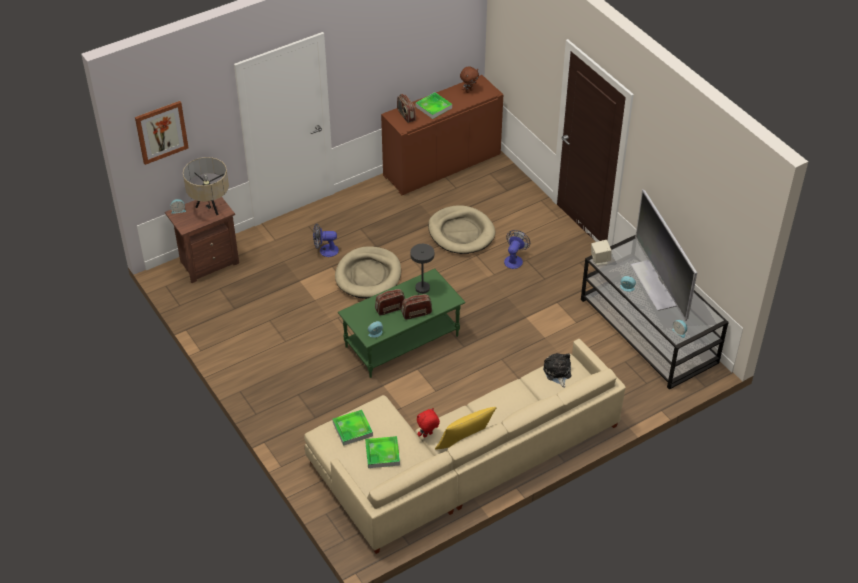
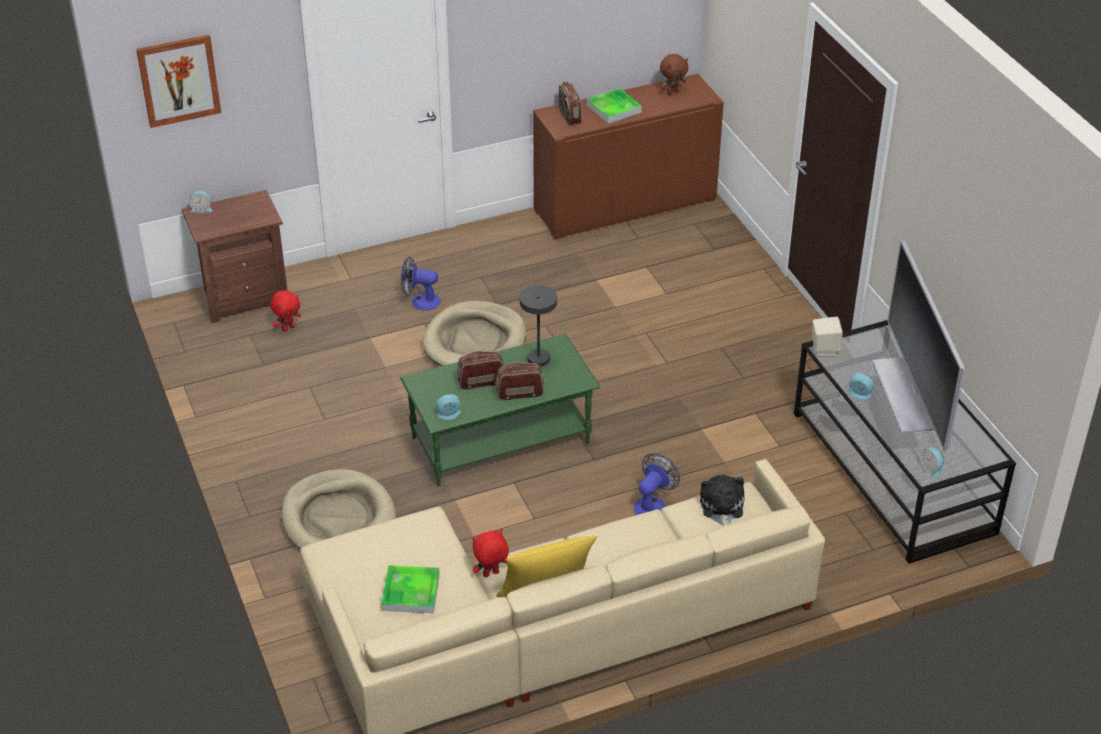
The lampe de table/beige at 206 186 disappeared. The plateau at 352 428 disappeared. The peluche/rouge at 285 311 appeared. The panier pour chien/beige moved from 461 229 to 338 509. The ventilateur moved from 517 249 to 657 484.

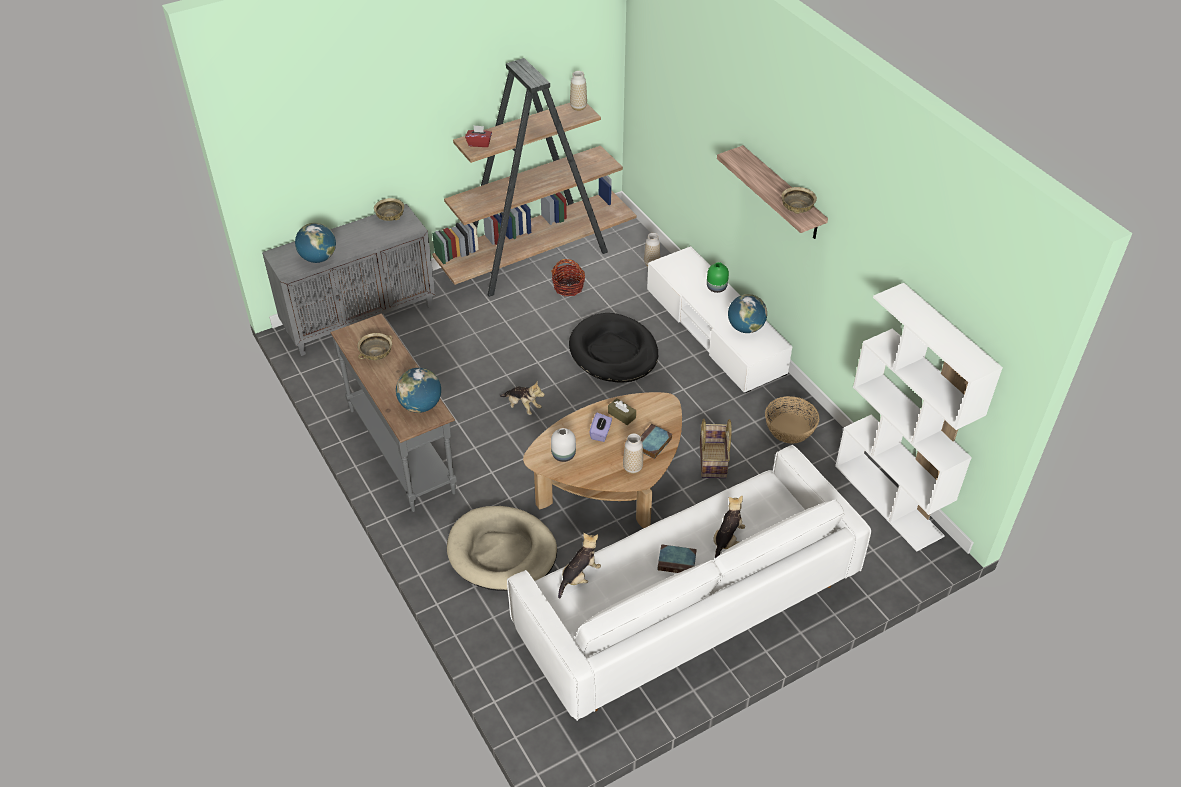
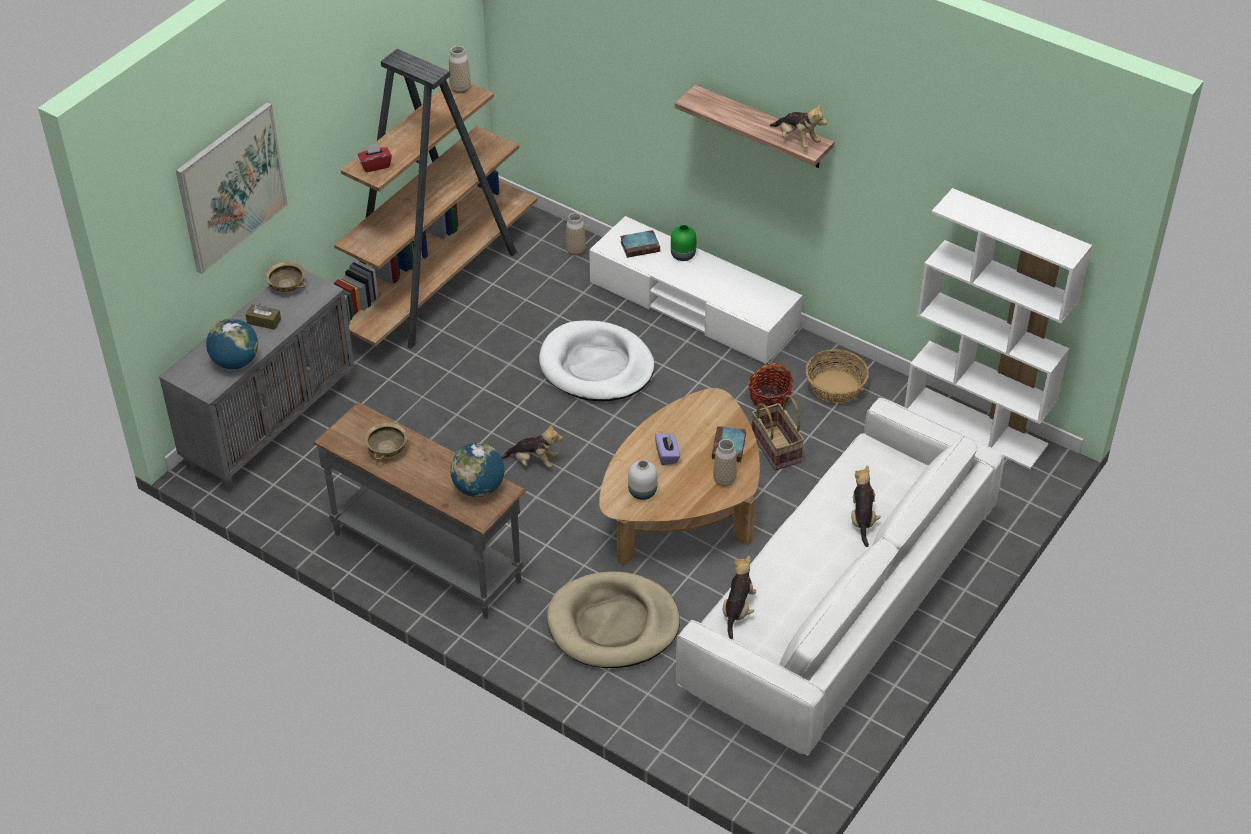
The globe at 747 313 disappeared. The tableau at 232 188 appeared. The panier moved from 568 277 to 770 386. The boîte à mouchoirs/marron moved from 622 411 to 263 316. The livre moved from 677 558 to 640 244. The bol/beige at 799 200 was replaced by the peluche at 798 126. The panier pour chien/noir at 613 347 became the panier pour chien/blanc at 596 361.

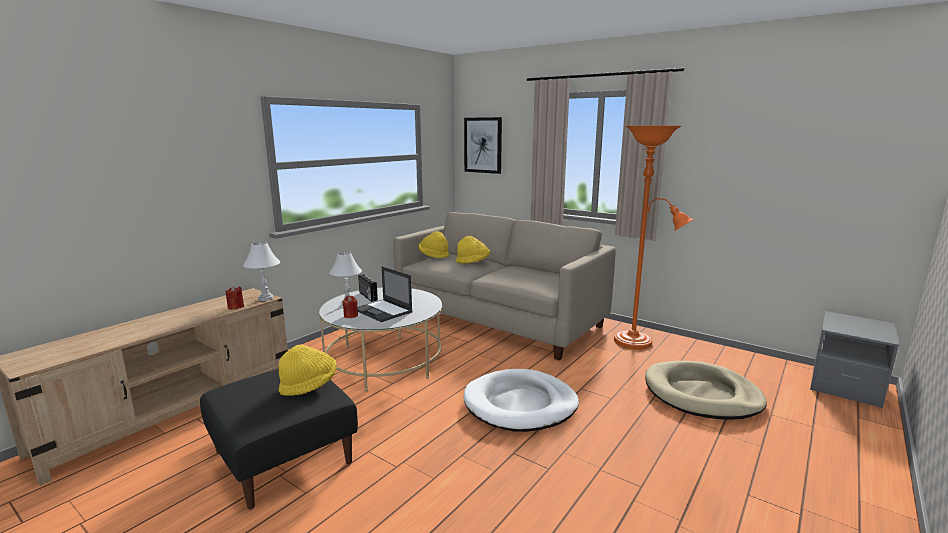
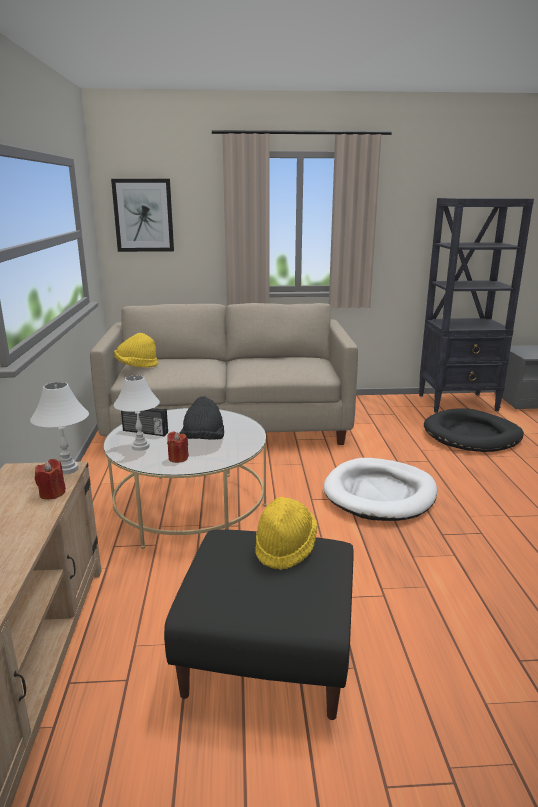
The chapeau/jaune at 473 250 disappeared. The lampadaire/orange at 654 238 disappeared. The bibliothèque/noir at 476 305 appeared. The ordinateur portable at 385 294 was replaced by the chapeau/noir at 201 418. The panier pour chien/beige at 706 390 became the panier pour chien/noir at 474 430.

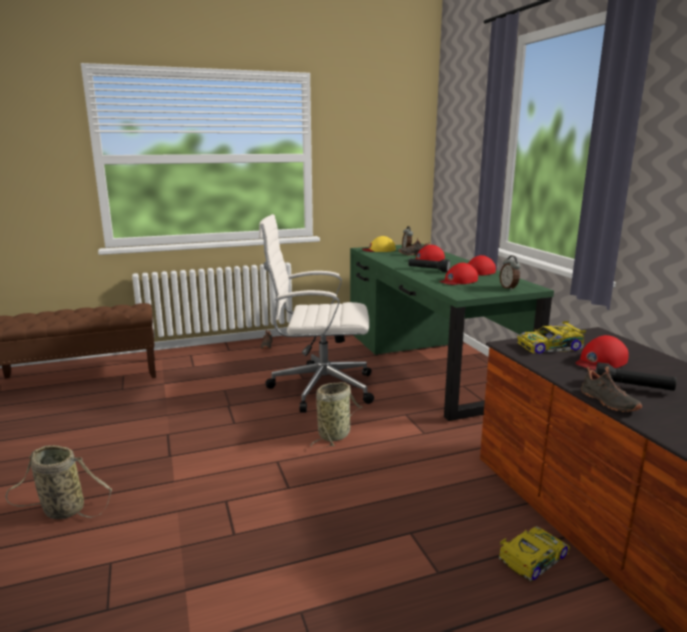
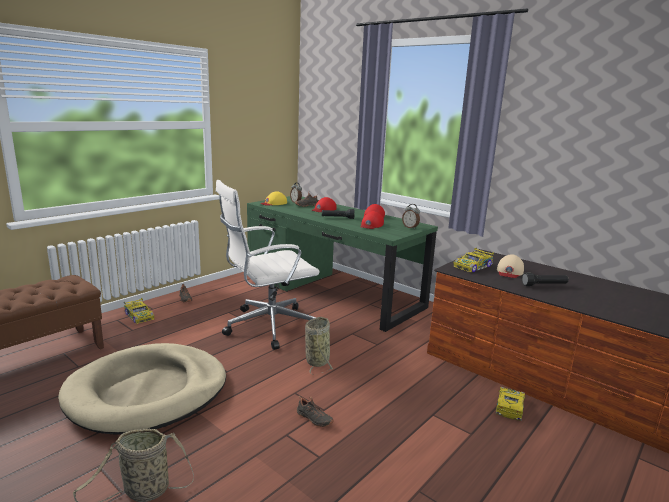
The panier pour chien/beige at 142 389 appeared. The petite voiture at 139 311 appeared. The chaussure/noir moved from 611 389 to 315 411. The casquette/rouge at 602 352 became the casquette/beige at 510 266.

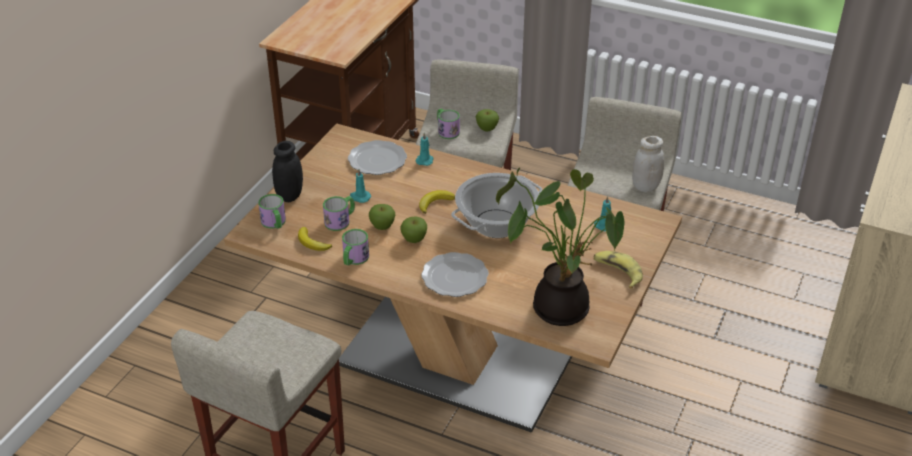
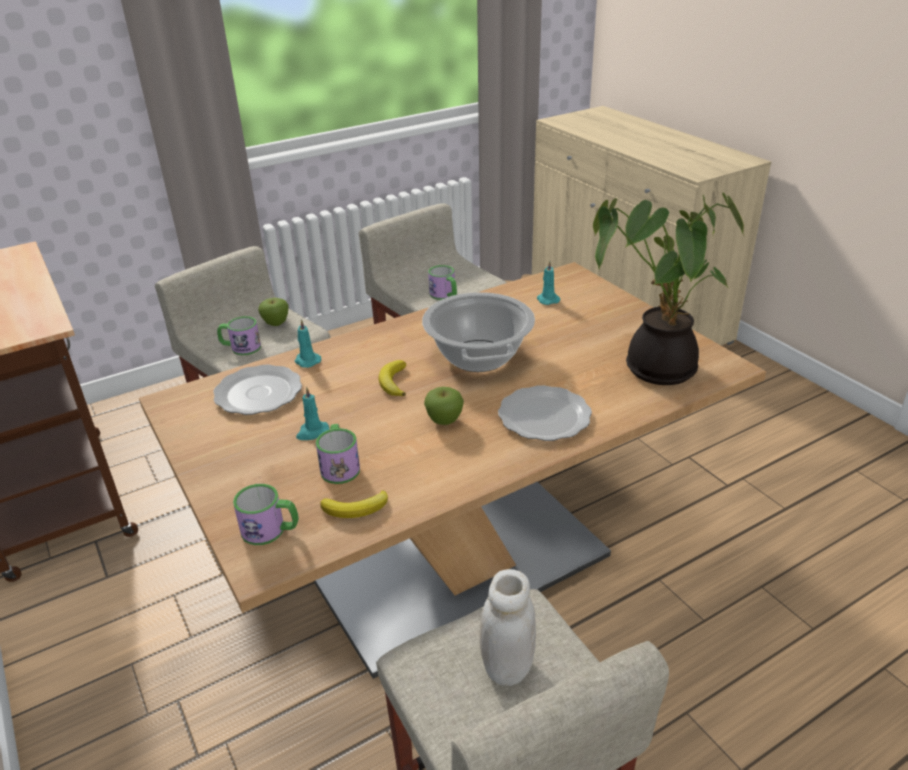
The bocal/noir at 287 171 disappeared. The pomme at 382 217 disappeared. The banane at 618 270 disappeared. The mug moved from 355 247 to 442 282. The bocal/blanc moved from 648 164 to 508 627.

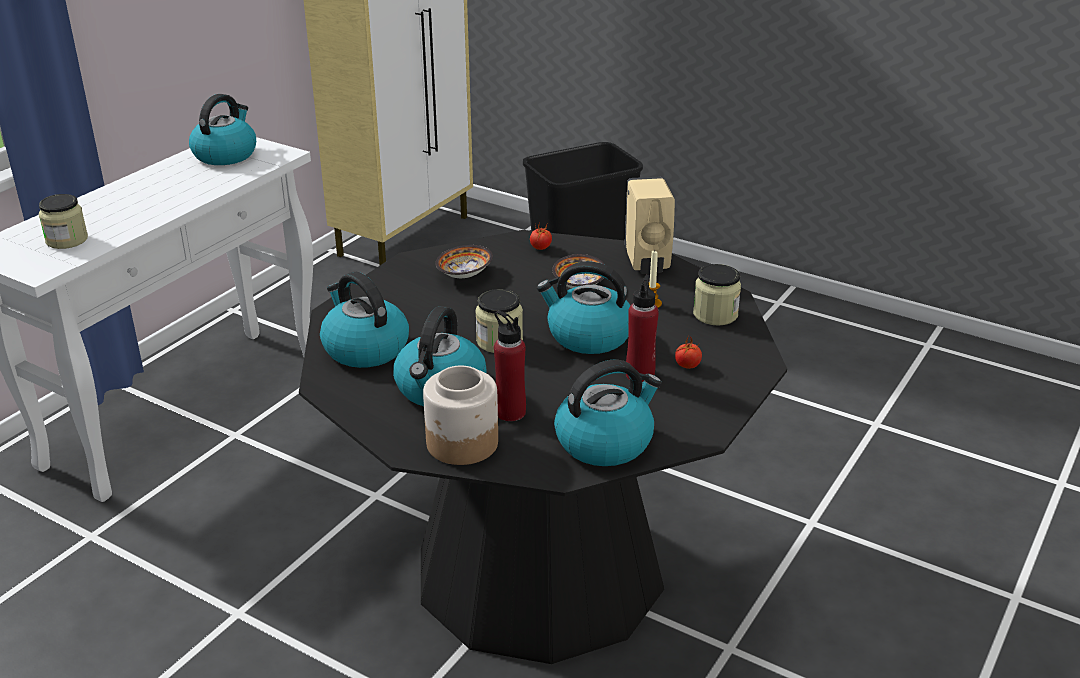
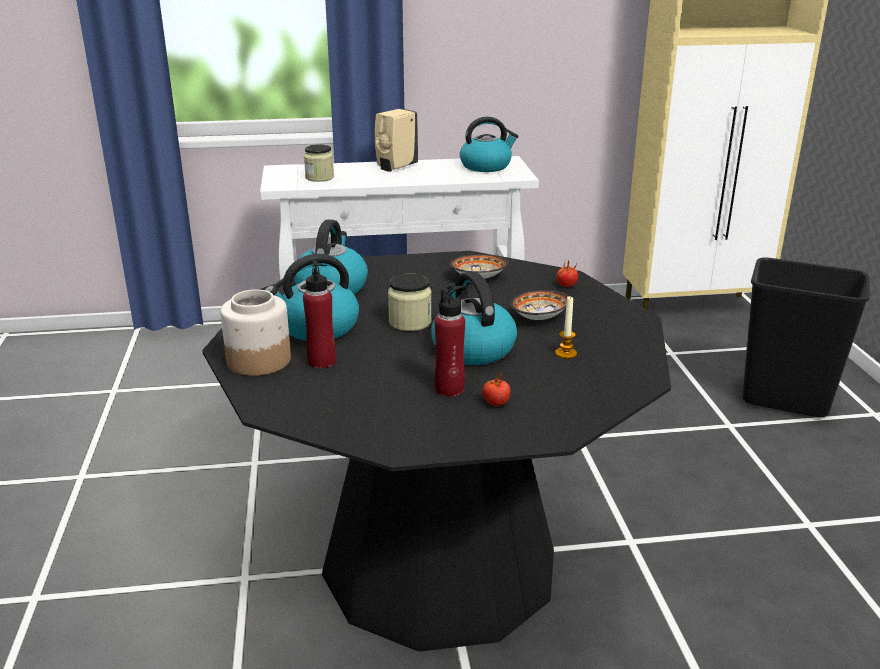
The bouilloire at 608 412 disappeared. The bocal at 717 295 disappeared. The distributeur de savon/beige moved from 650 225 to 396 140.

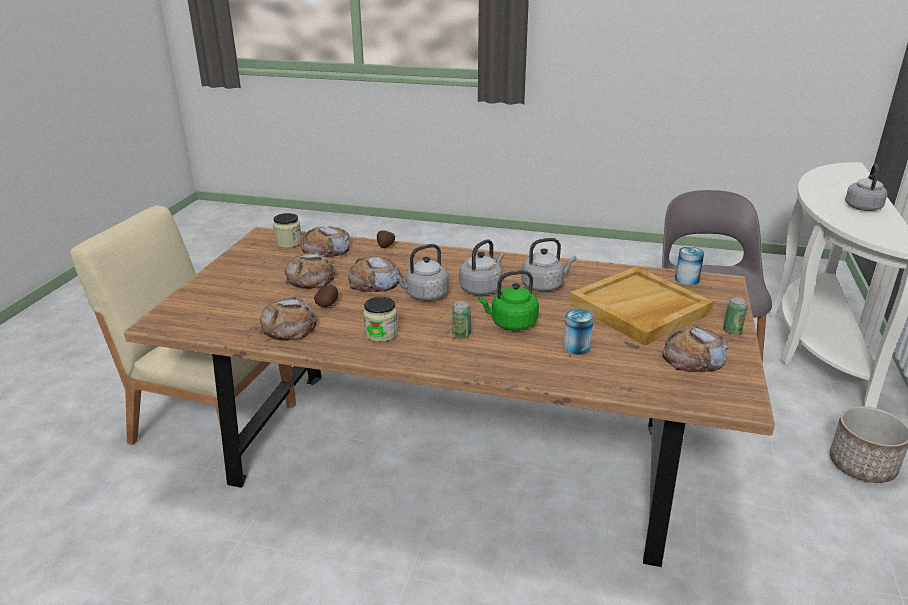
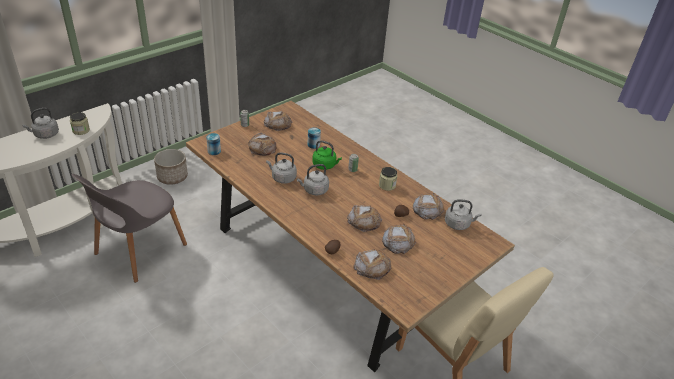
The bocal moved from 287 230 to 80 123. The bouilloire/gris moved from 421 272 to 463 214. The plateau/beige at 641 306 was replaced by the pain at 262 144.

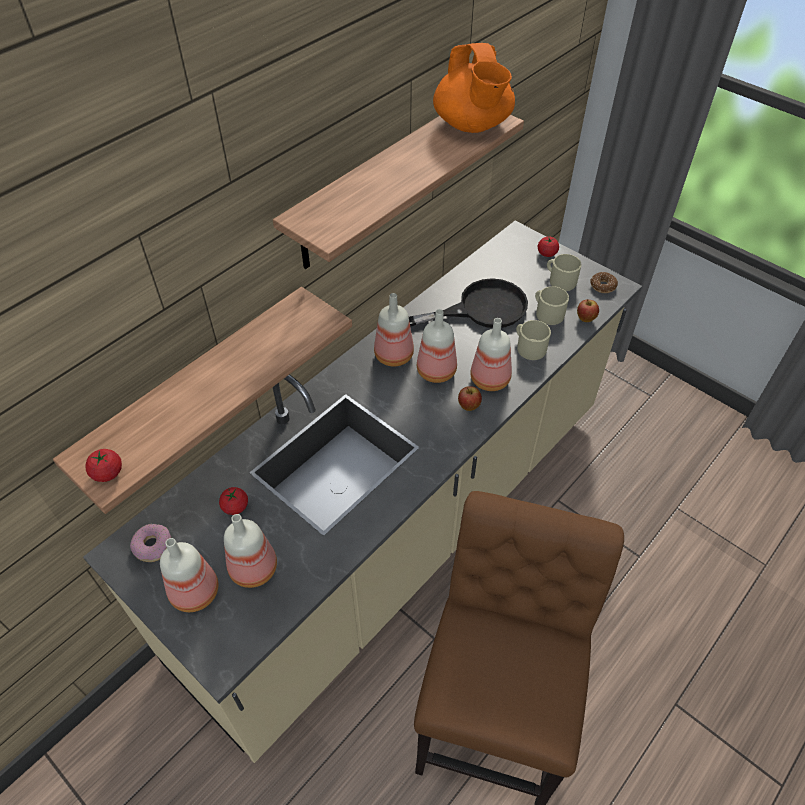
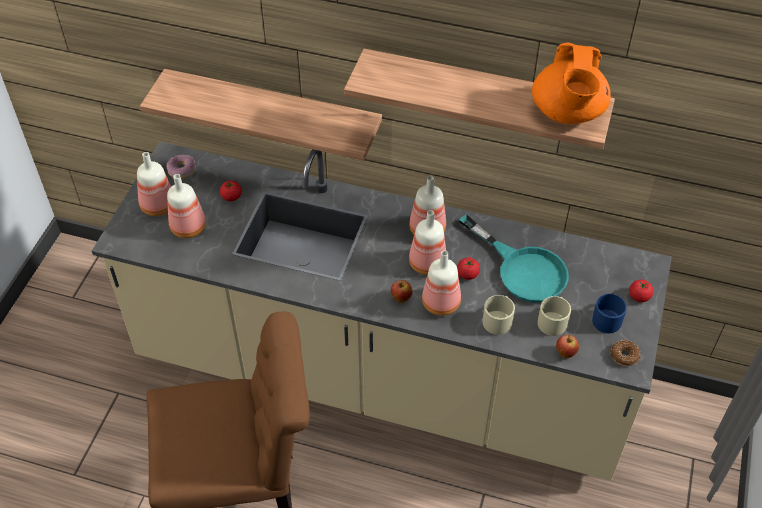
The tomate moved from 103 465 to 468 268. The poêle/noir at 468 303 became the poêle/turquoise at 514 258. The mug/beige at 564 272 became the mug/bleu at 609 313. The théière/orange at 474 88 turned 45 degrees counterclockwise.

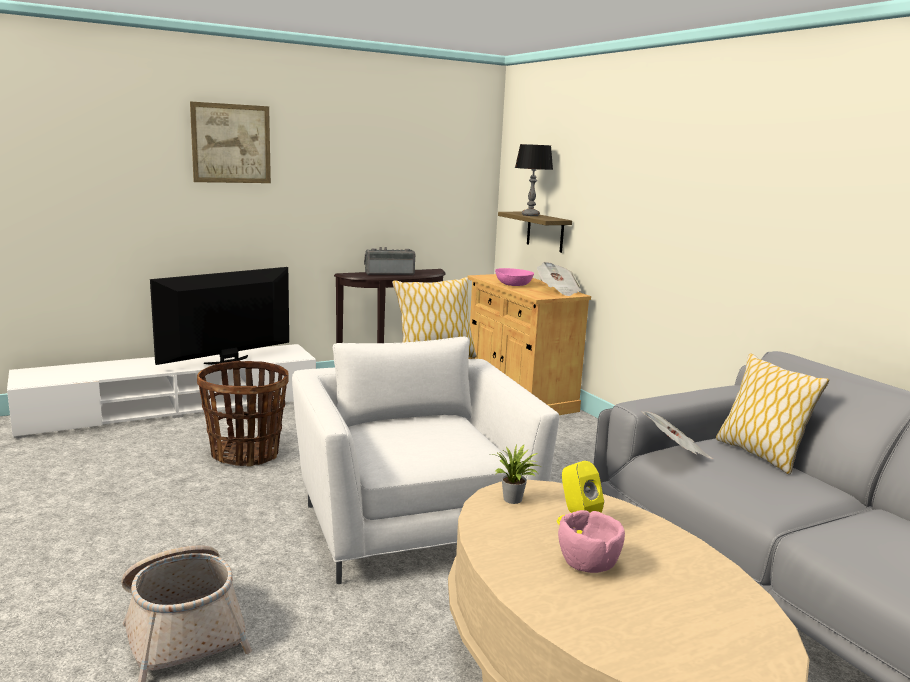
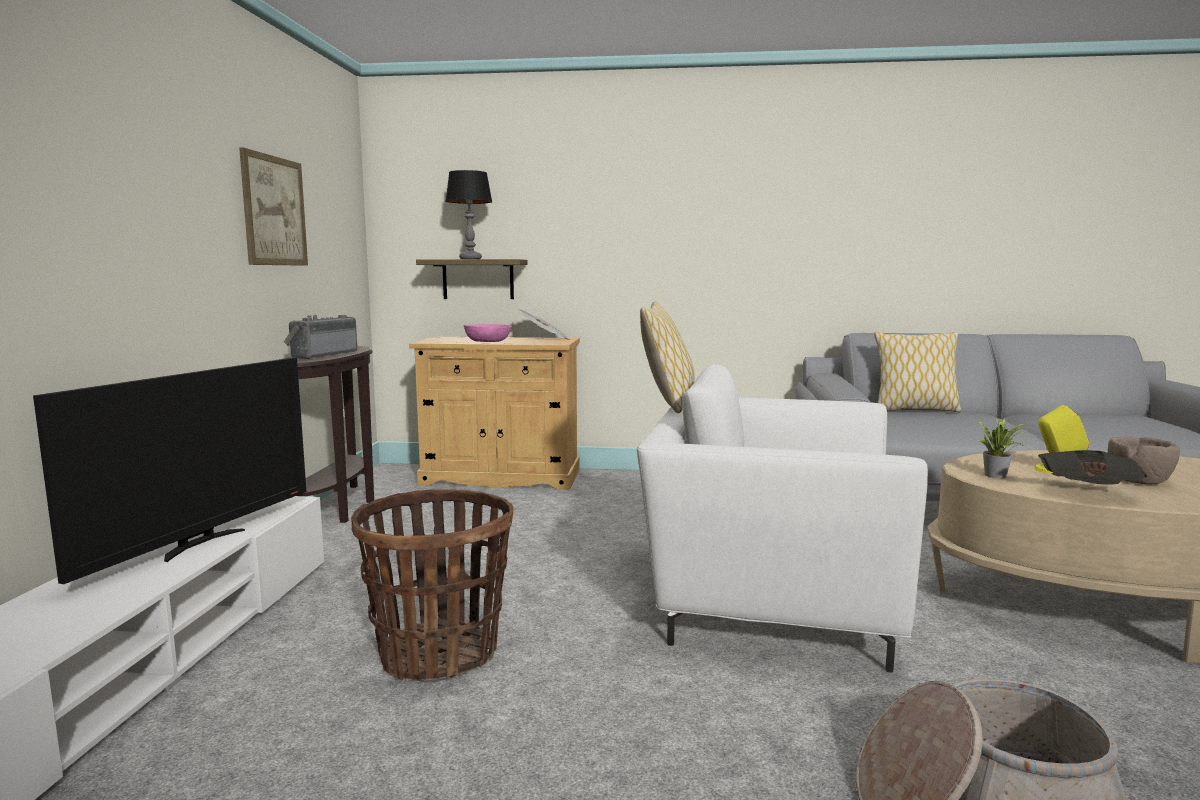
The tableau moved from 230 142 to 273 206. The journal moved from 677 435 to 1093 467. The bol/rose at 591 541 became the bol/marron at 1144 460. The téléviseur at 219 316 turned 150 degrees counterclockwise.

